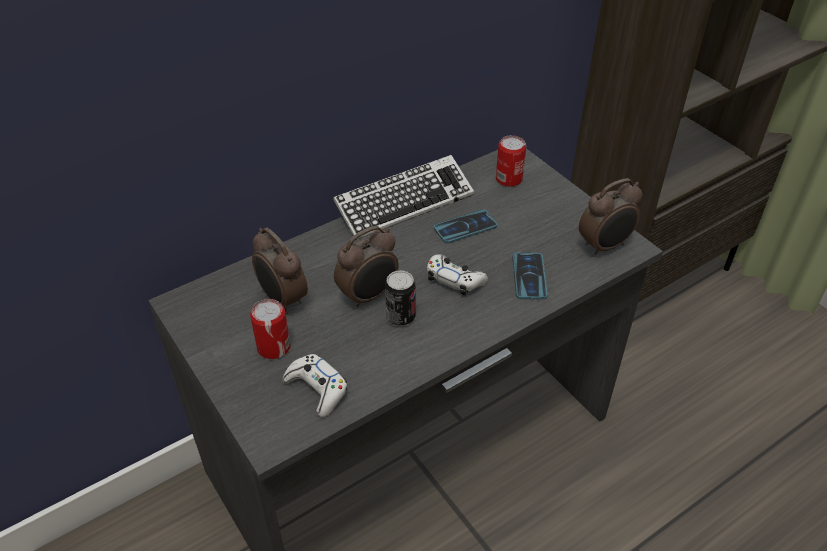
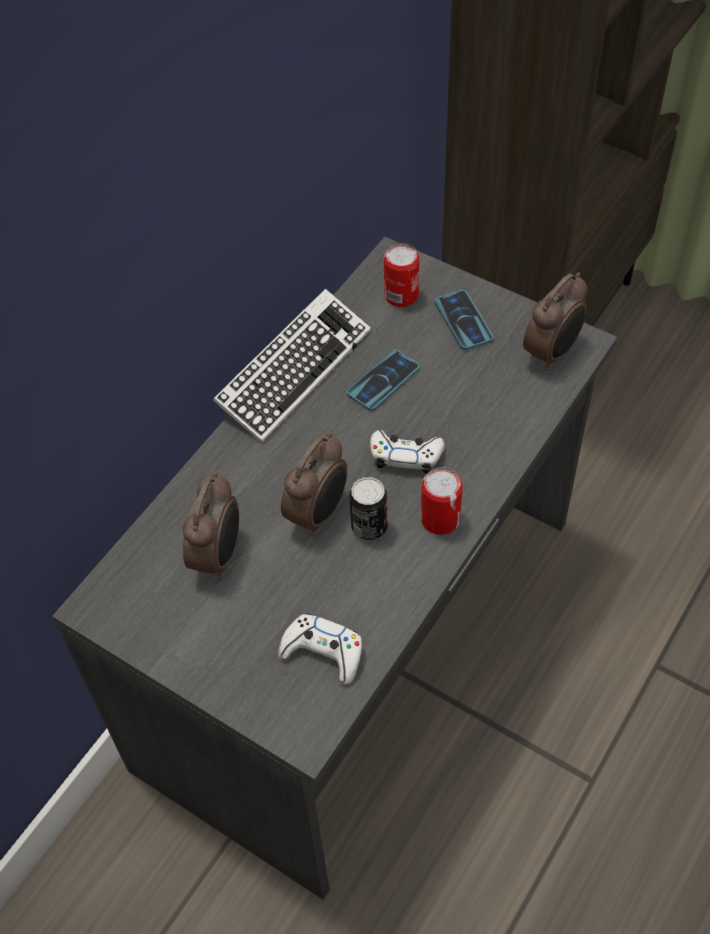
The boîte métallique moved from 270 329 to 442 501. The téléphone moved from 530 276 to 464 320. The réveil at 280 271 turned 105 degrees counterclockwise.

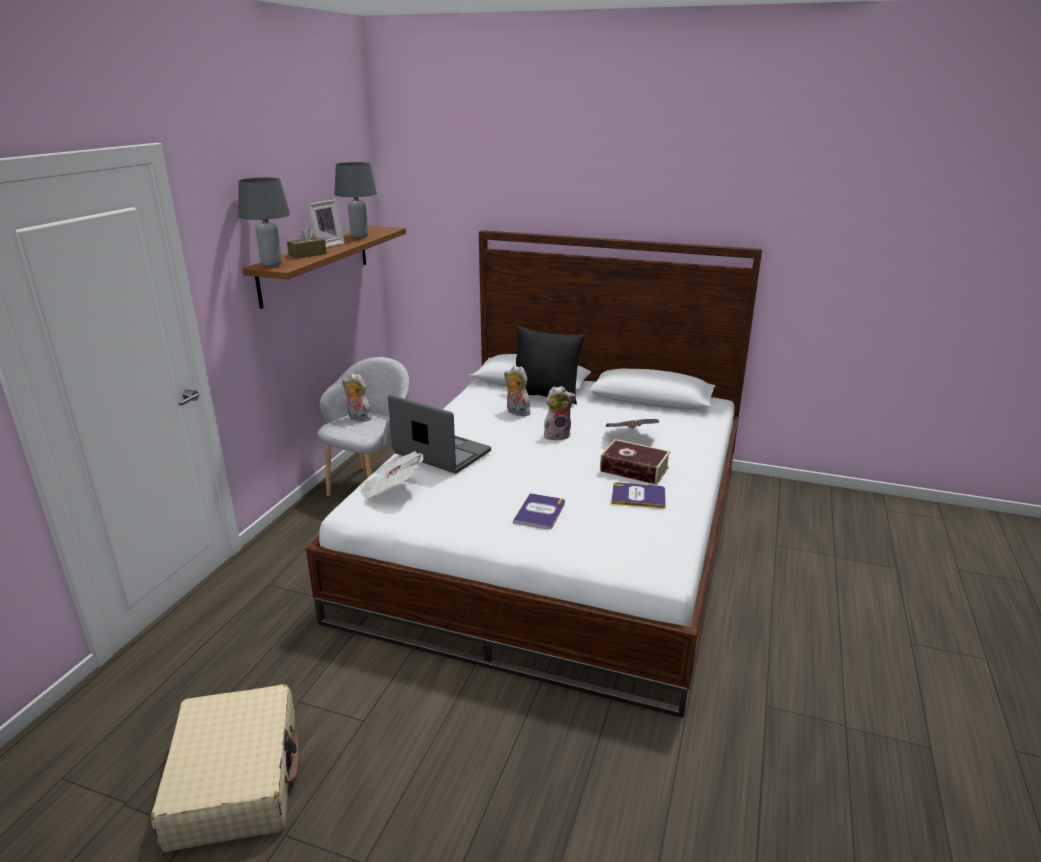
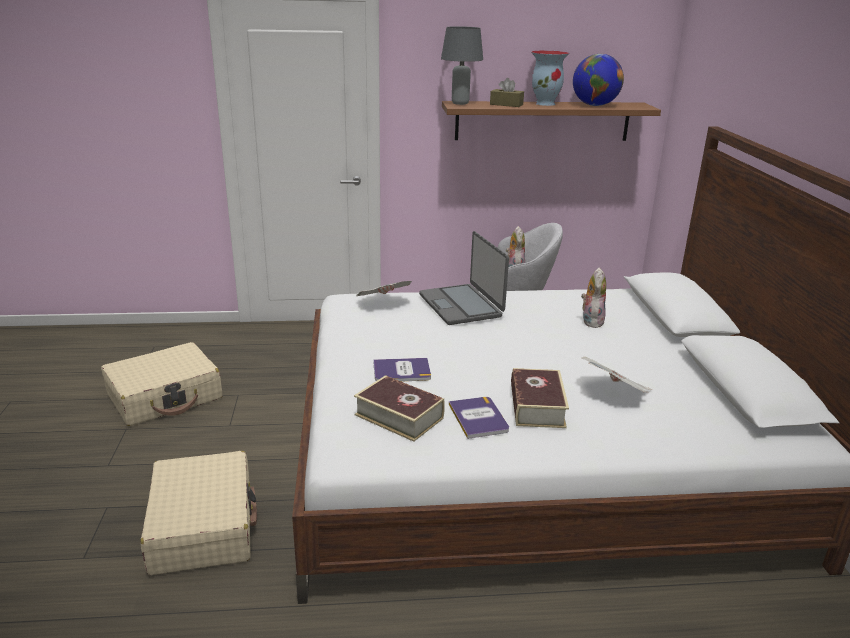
The coussin/noir at 550 365 disappeared. The peluche at 560 413 disappeared. The valise/beige at 198 513 appeared. The livre at 399 408 appeared. The cadre photo at 326 223 was replaced by the vase at 550 78. The lampe de table/gris at 355 200 was replaced by the globe at 598 80. The ordinateur portable at 439 434 turned 150 degrees clockwise.

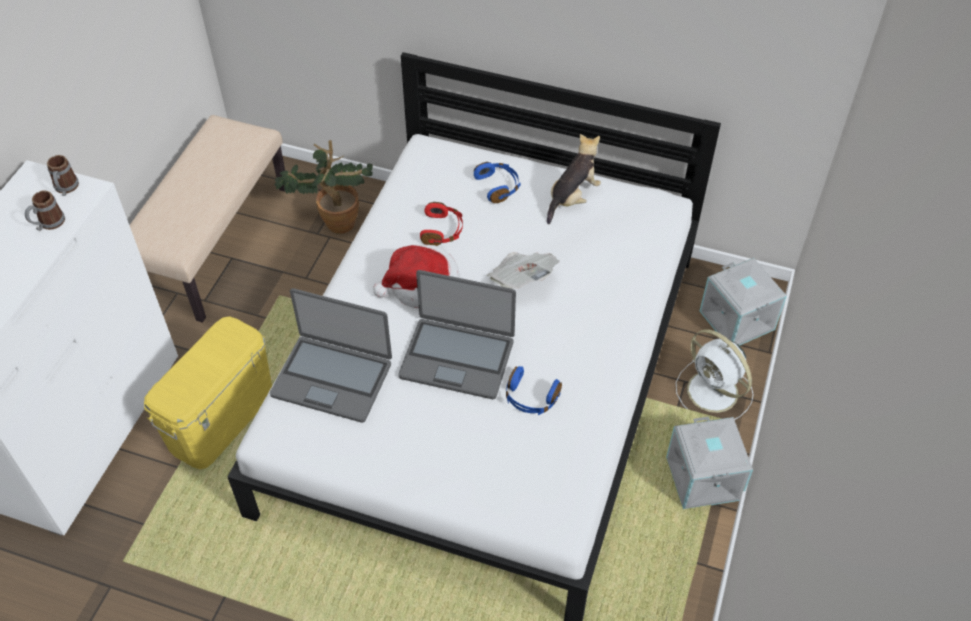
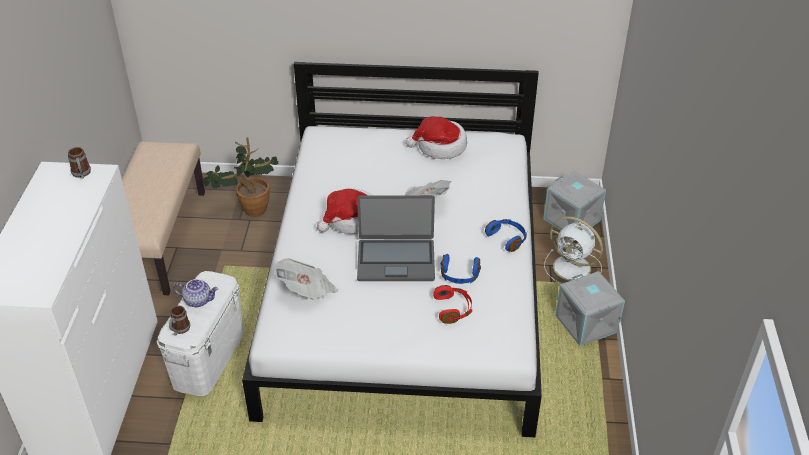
The théière at 195 293 appeared. The mug moved from 45 210 to 179 321. The casque audio/rouge moved from 441 224 to 453 304. The casque audio/bleu moved from 497 182 to 506 235. The ordinateur portable at 331 355 was replaced by the journal at 305 279. The peluche at 574 179 was replaced by the chapeau at 436 137. The boîte de rangement/jaune at 208 392 became the boîte de rangement/blanc at 200 333.

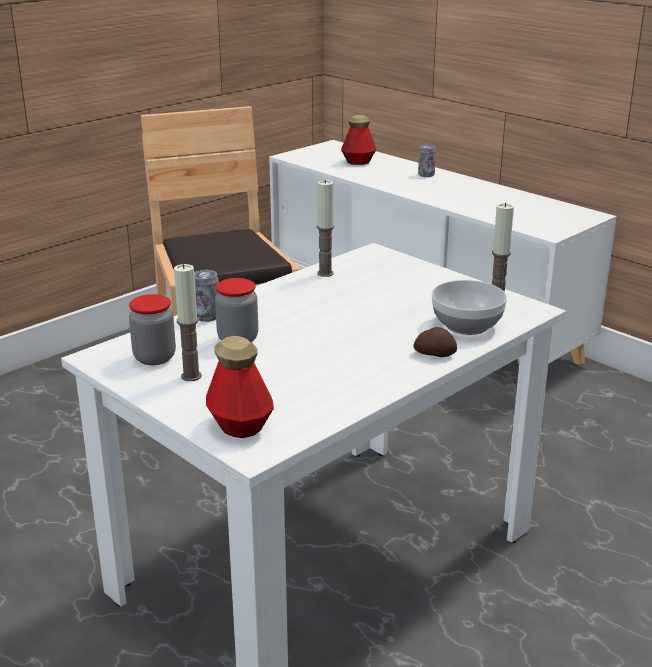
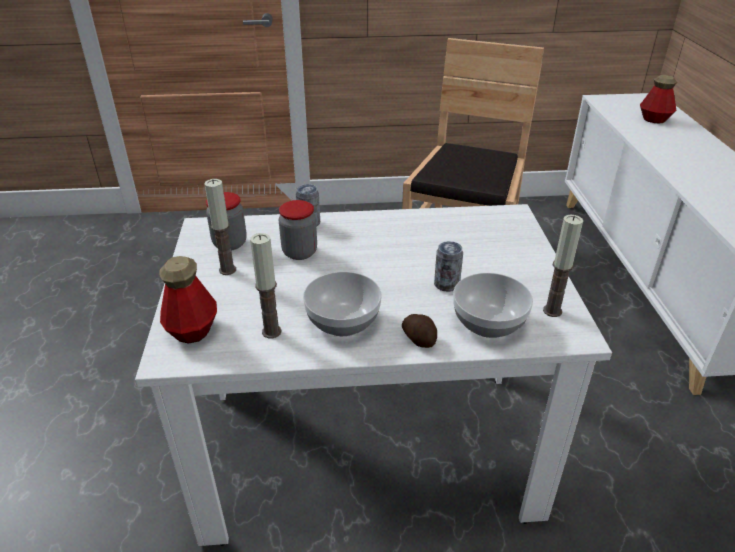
The bol at 342 304 appeared. The bougie moved from 325 228 to 266 285. The boîte métallique moved from 427 161 to 448 266.

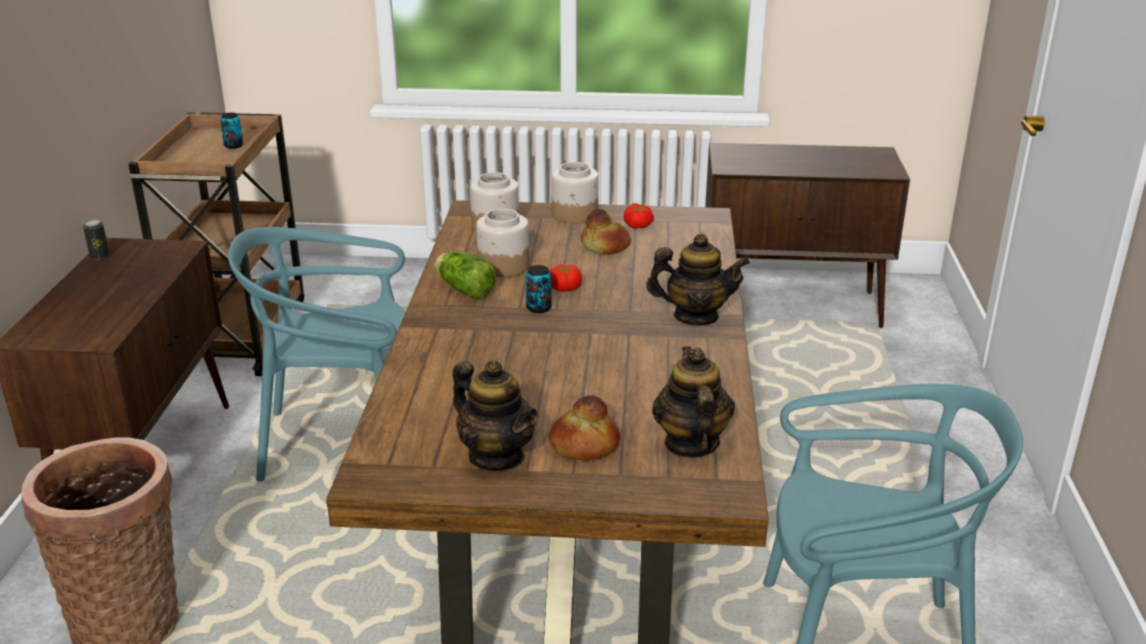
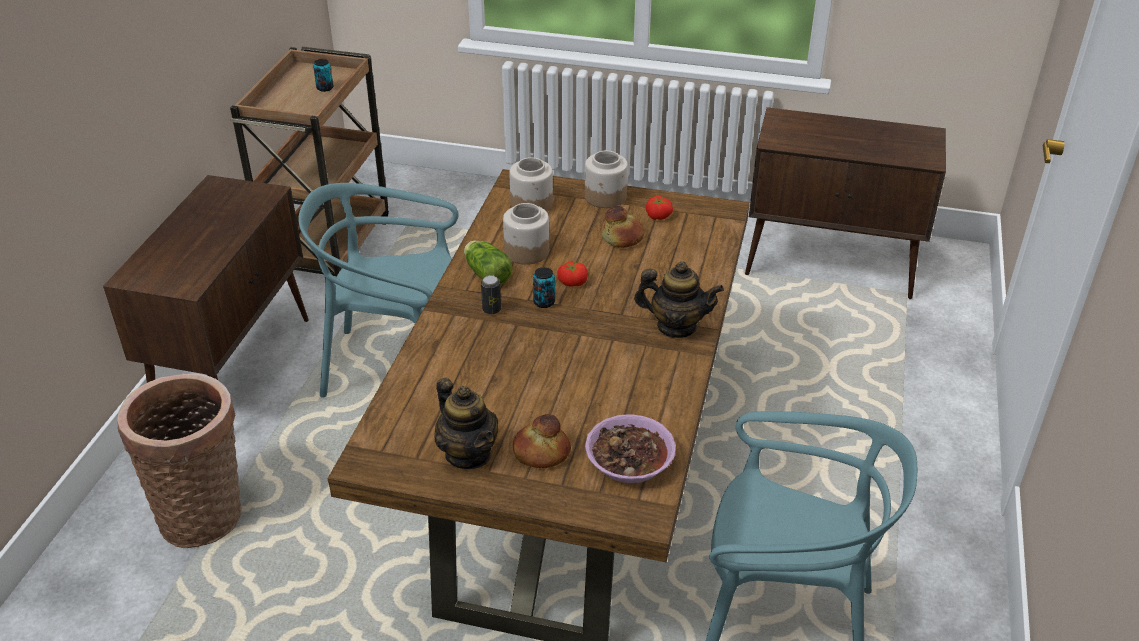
The boîte métallique moved from 96 240 to 491 295. The théière at 693 402 was replaced by the bol at 630 448.

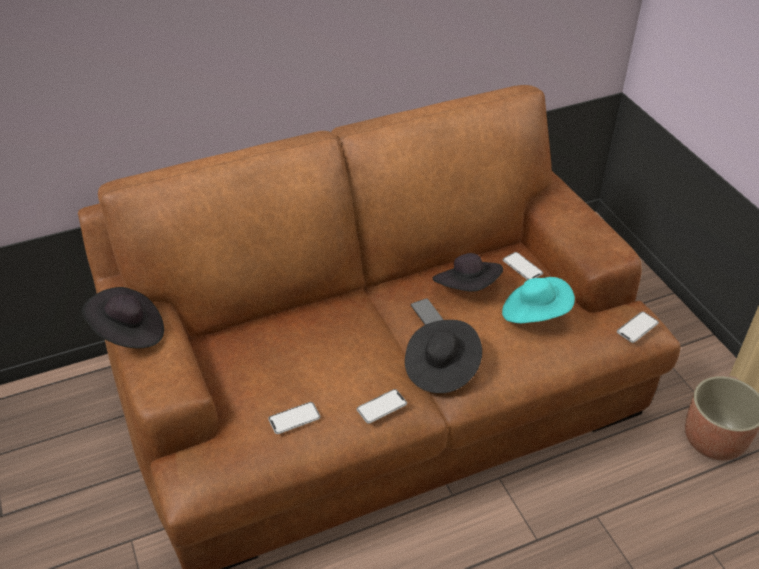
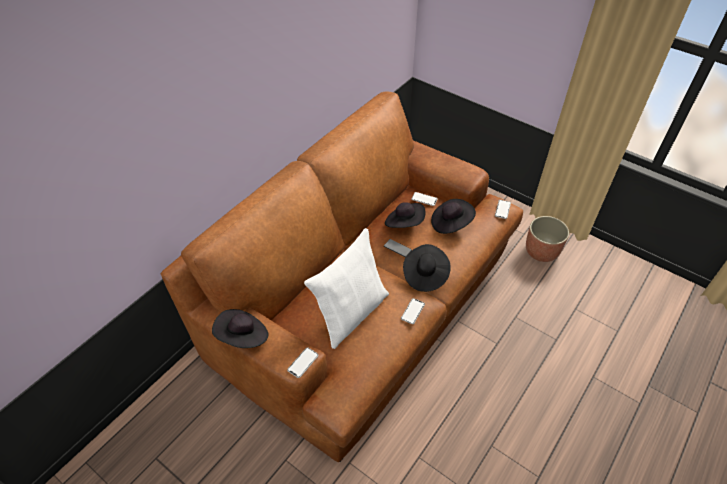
The coussin/blanc at 346 288 appeared. The téléphone moved from 294 418 to 303 362. The chapeau/turquoise at 538 300 became the chapeau/noir at 453 216.

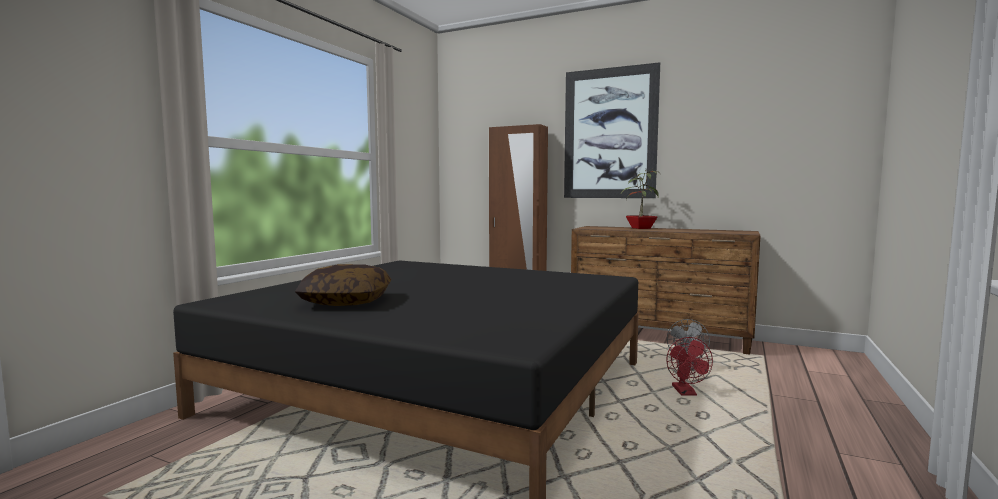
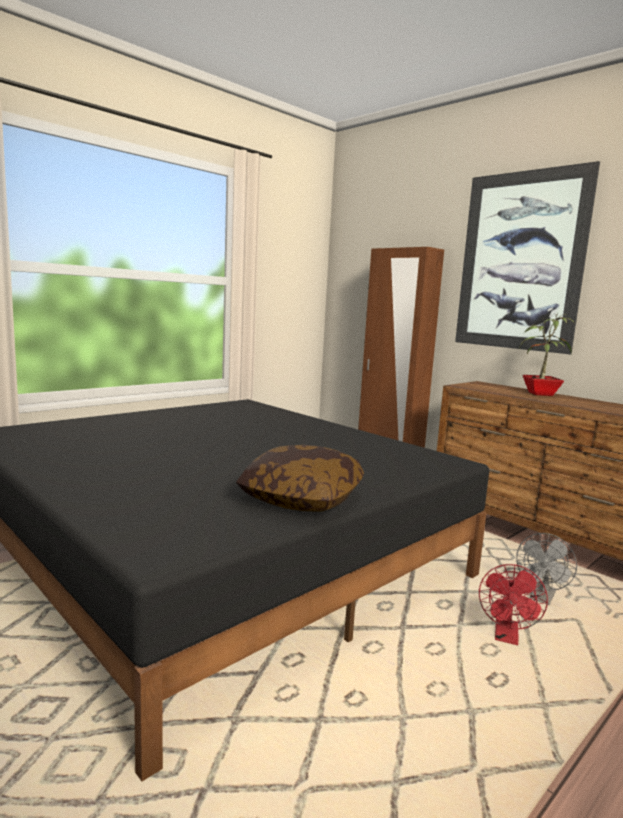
The coussin moved from 343 285 to 300 478.

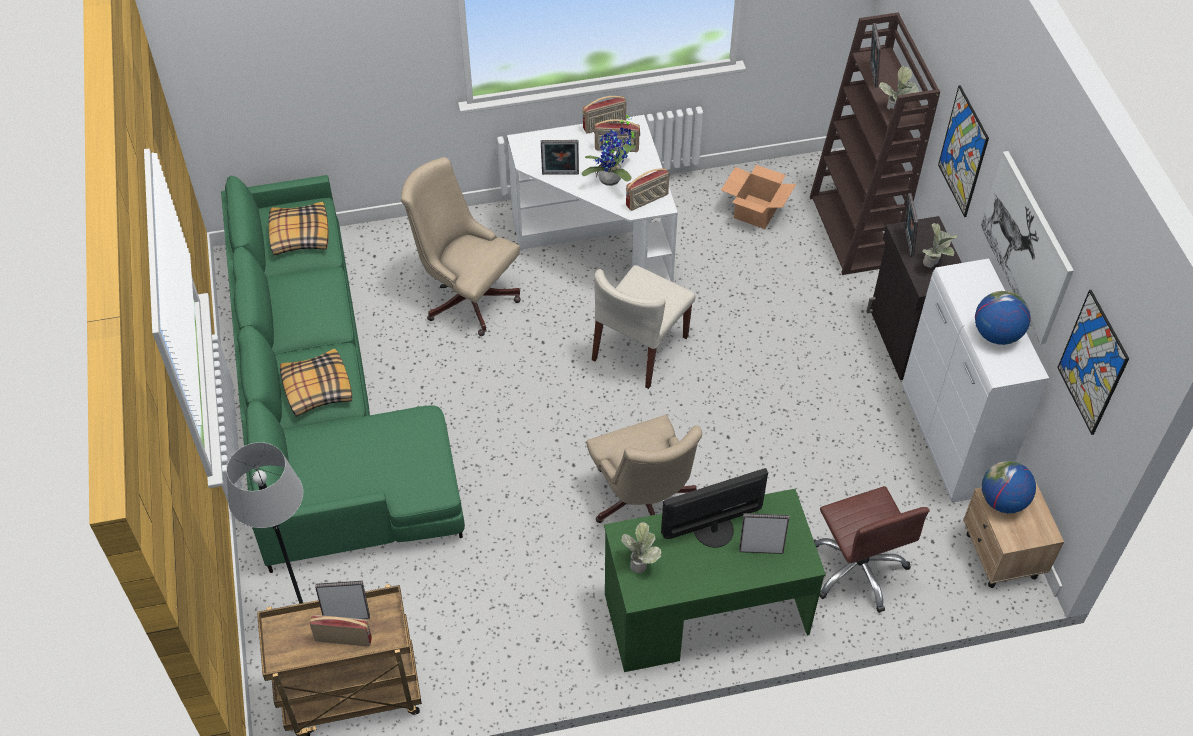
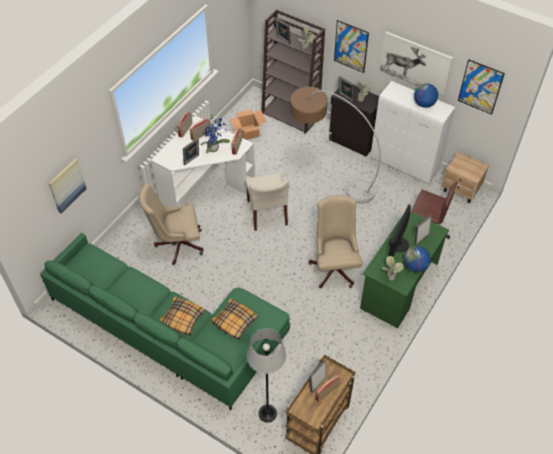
The tableau at 67 185 appeared. The lampadaire at 335 145 appeared. The coussin moved from 299 228 to 234 319. The globe moved from 1009 487 to 417 259. The chaise de bureau/beige at 644 469 turned 120 degrees counterclockwise.

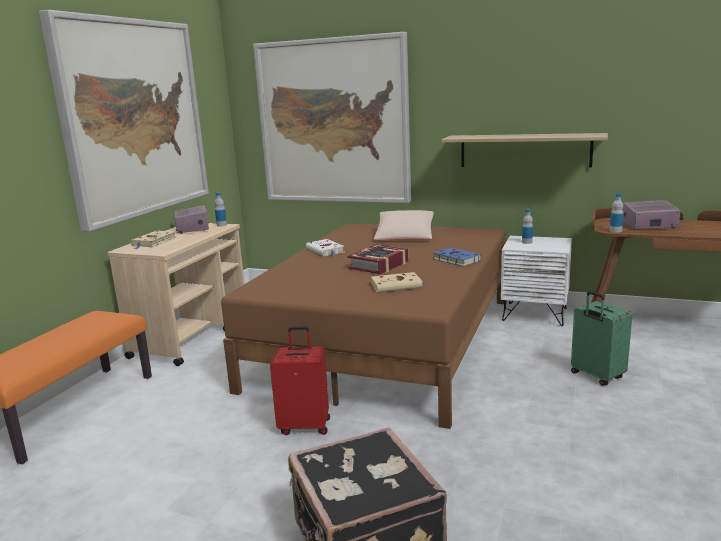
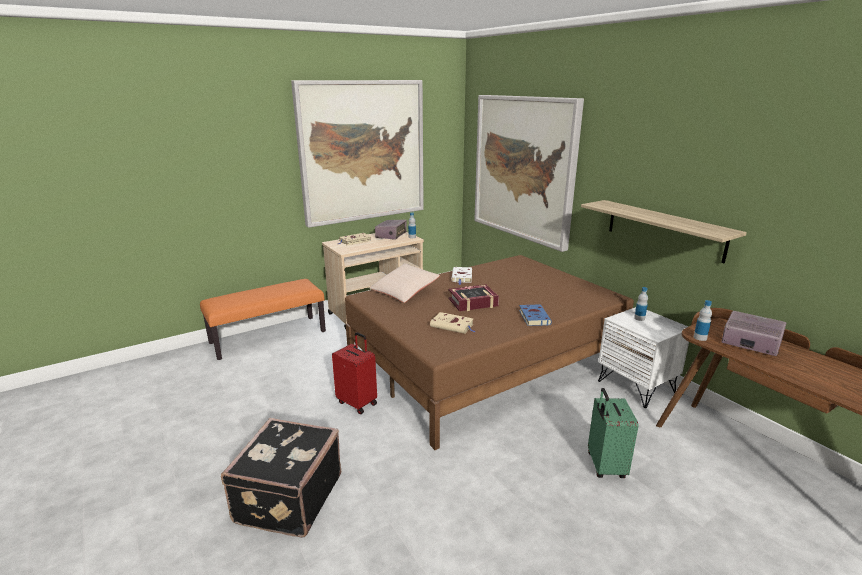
The coussin/beige moved from 403 225 to 405 283.

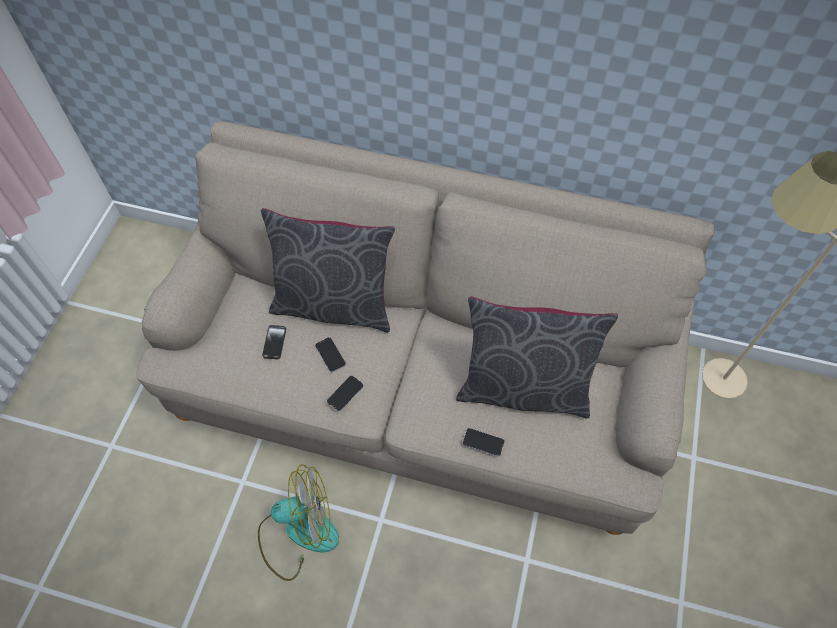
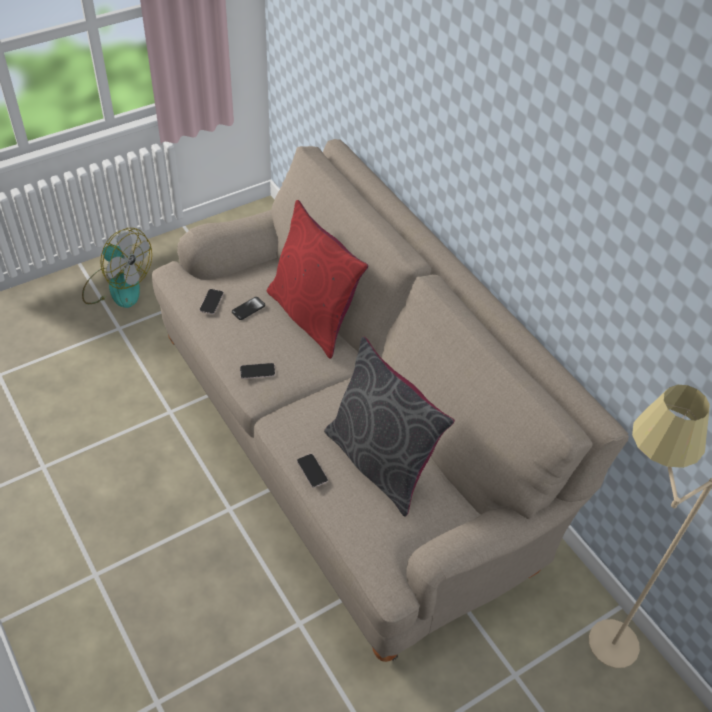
The ventilateur moved from 298 522 to 117 268. The téléphone moved from 330 355 to 211 301. The coussin/gris at 328 270 became the coussin/rouge at 317 279.

